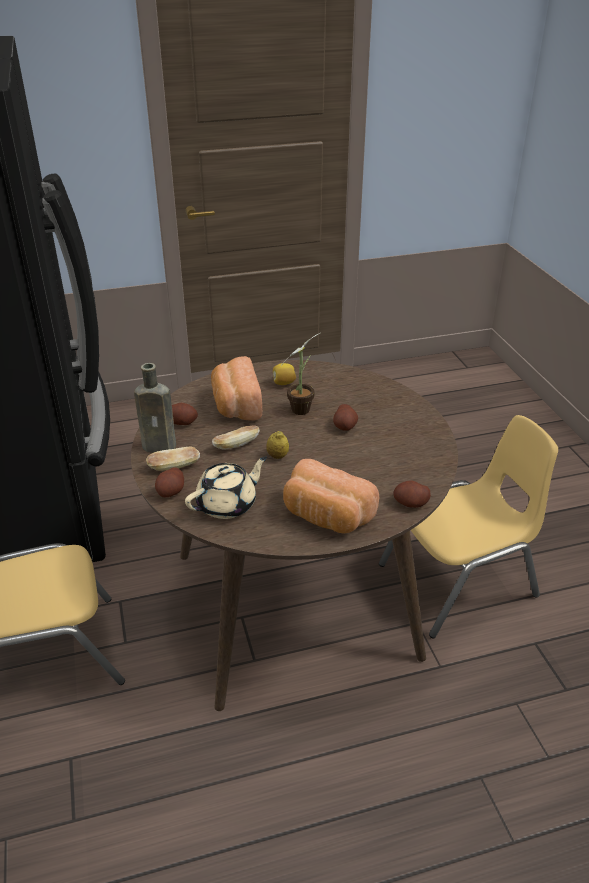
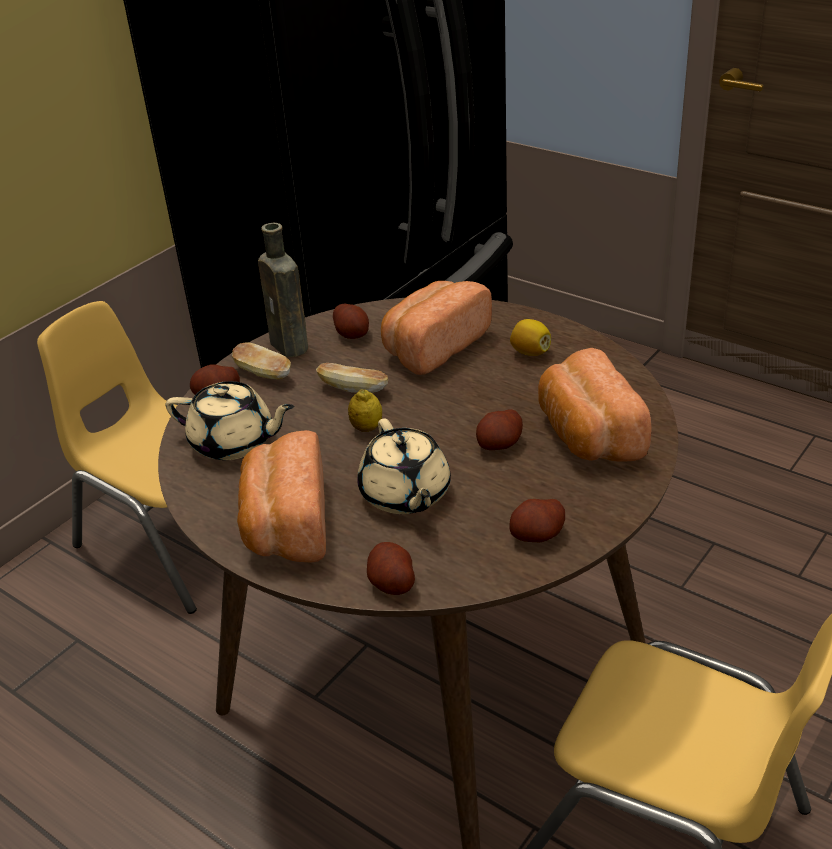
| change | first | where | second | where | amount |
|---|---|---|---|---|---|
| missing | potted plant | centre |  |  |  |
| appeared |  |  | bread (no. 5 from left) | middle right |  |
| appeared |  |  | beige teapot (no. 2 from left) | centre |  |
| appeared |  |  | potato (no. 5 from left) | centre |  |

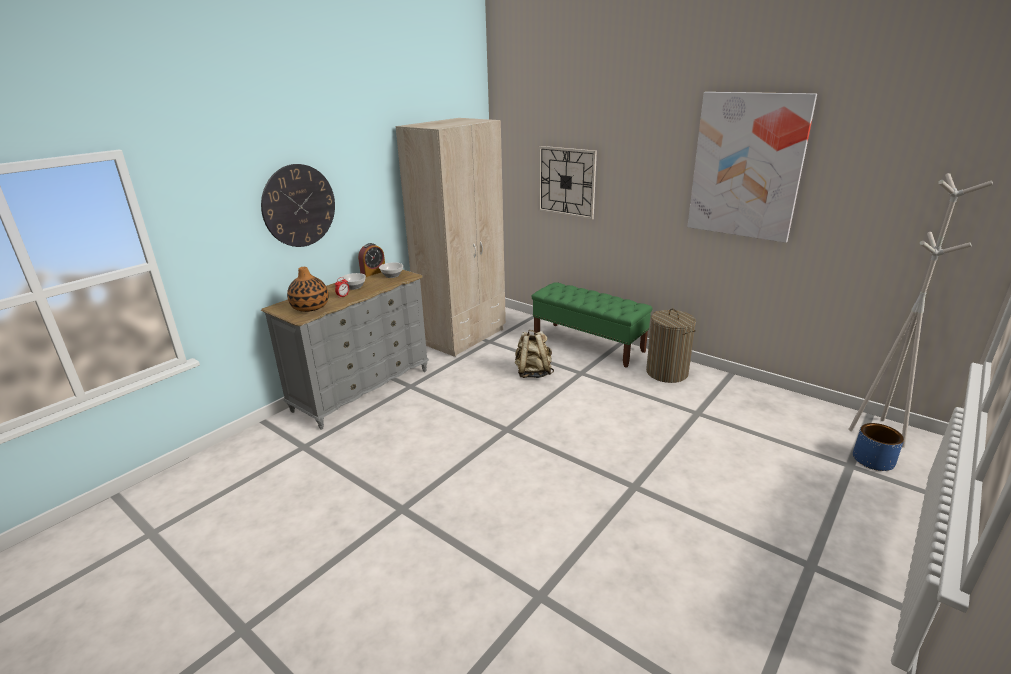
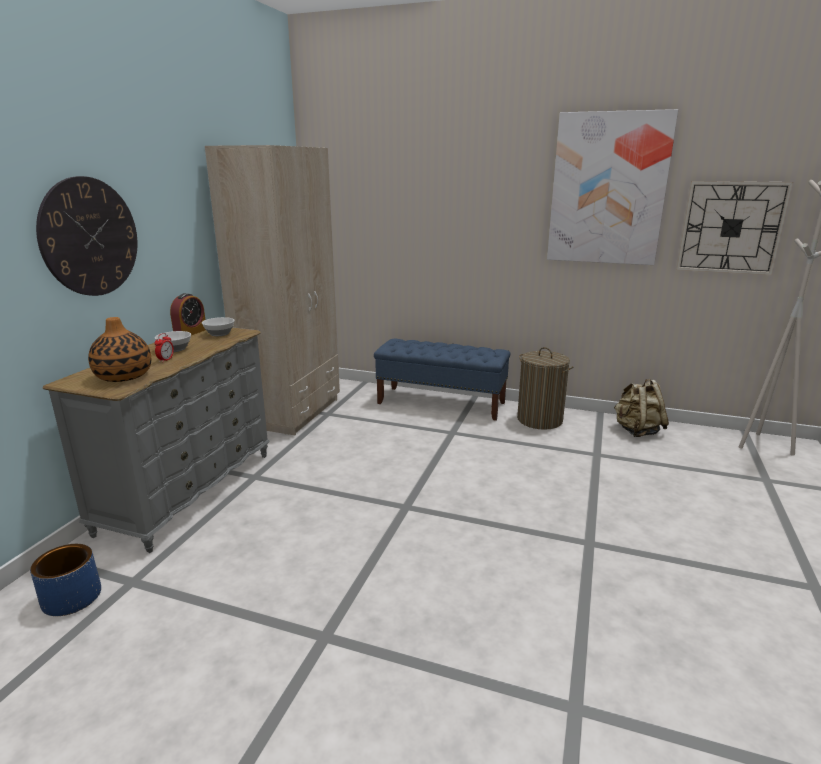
| change | first | where | second | where | amount |
|---|---|---|---|---|---|
| relocated | wall clock (no. 2 from left) | top centre |  | top right |  |
| colour | green bench | centre | blue bench | centre |  |
| relocated | beige backpack | centre |  | middle right |  |
| relocated | blue planter | middle right |  | bottom left |  |

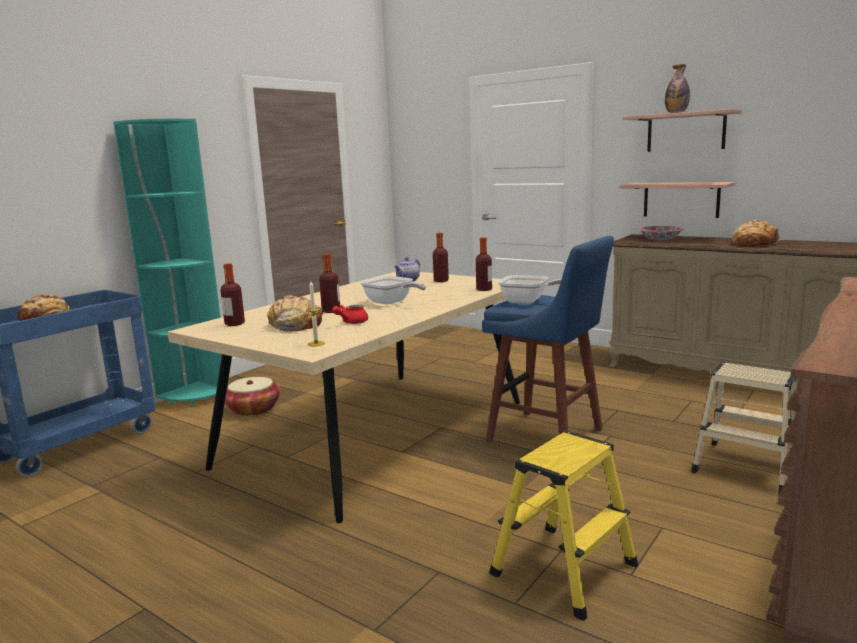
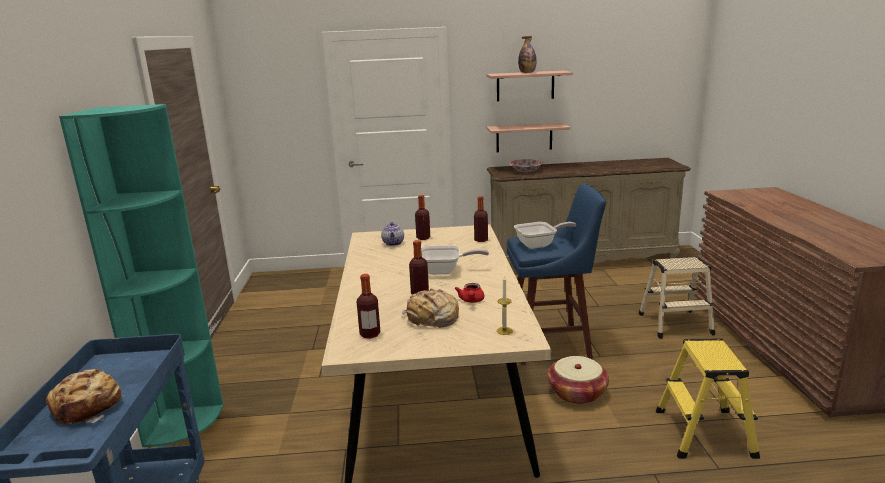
| change | first | where | second | where | amount |
|---|---|---|---|---|---|
| missing | bread (no. 3 from left) | middle right |  |  |  |
| relocated | basket | middle left |  | bottom centre |  |

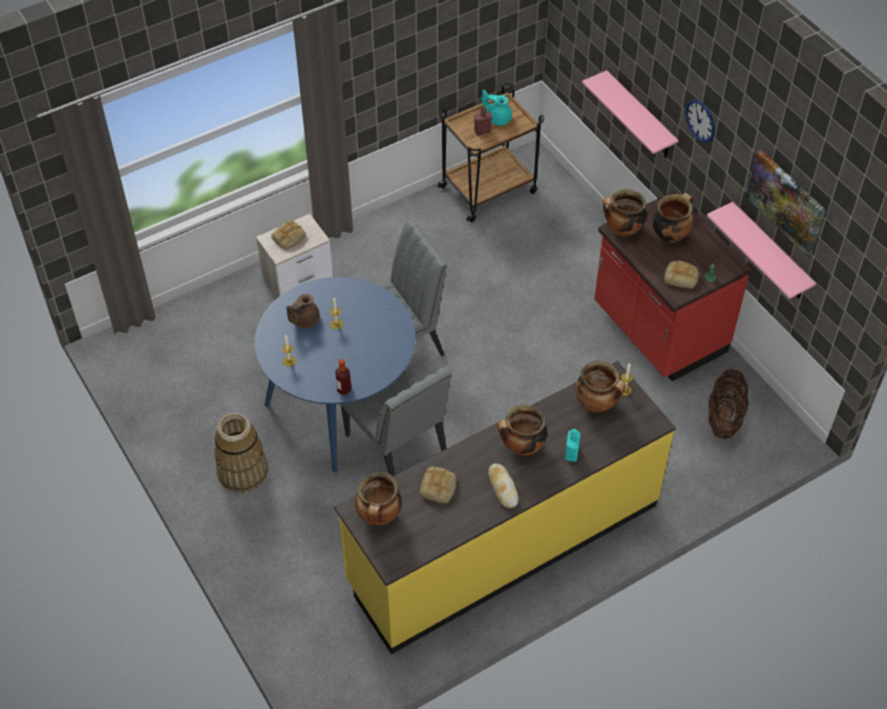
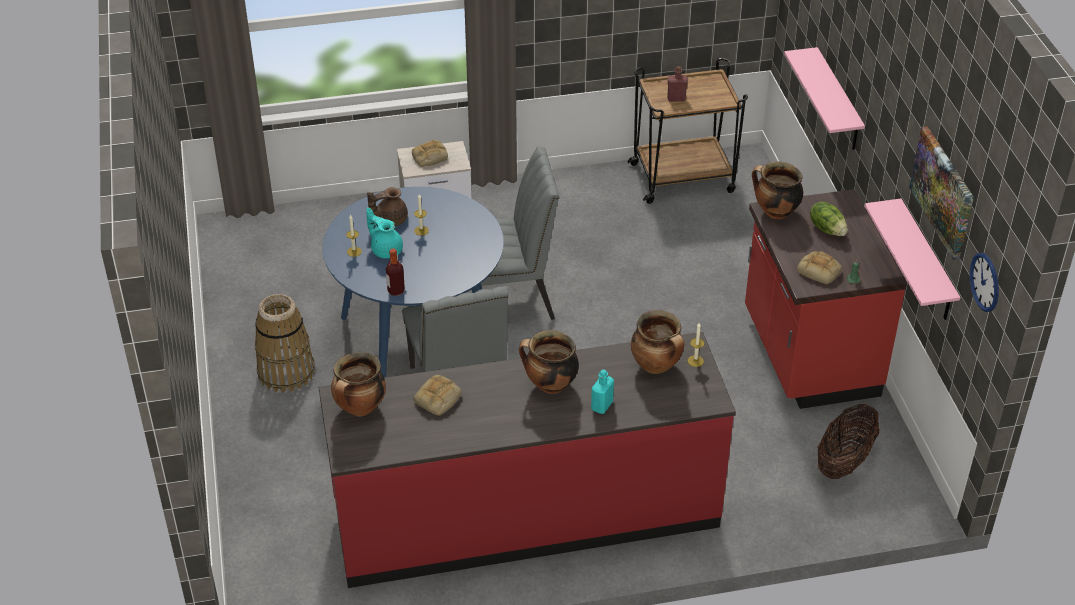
| change | first | where | second | where | amount |
|---|---|---|---|---|---|
| relocated | turquoise teapot | top centre |  | centre |  |
| relocated | wall clock | top right |  | middle right |  |
| exchanged | cooking pot (no. 5 from left) | top right | lettuce | middle right |  |
| colour | yellow counter | bottom centre | red counter (no. 1 from left) | bottom centre |  |
| missing | bread (no. 3 from left) | bottom centre |  |  |  |

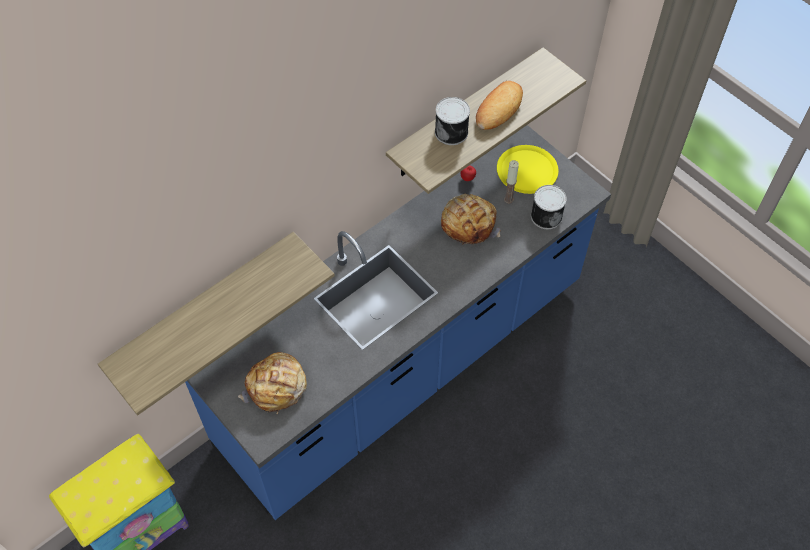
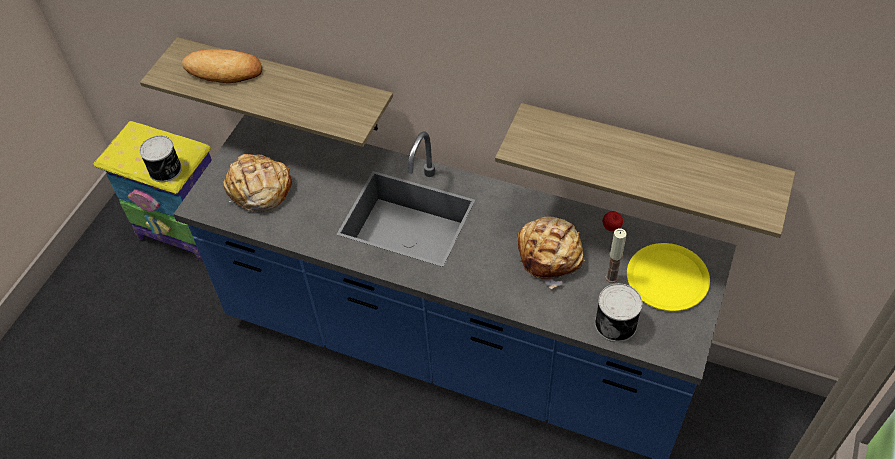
| change | first | where | second | where | amount |
|---|---|---|---|---|---|
| relocated | bread (no. 3 from left in the first image) | top centre | bread (no. 1 from left) | top left |  |
| relocated | can (no. 1 from left) | top centre |  | middle left |  |

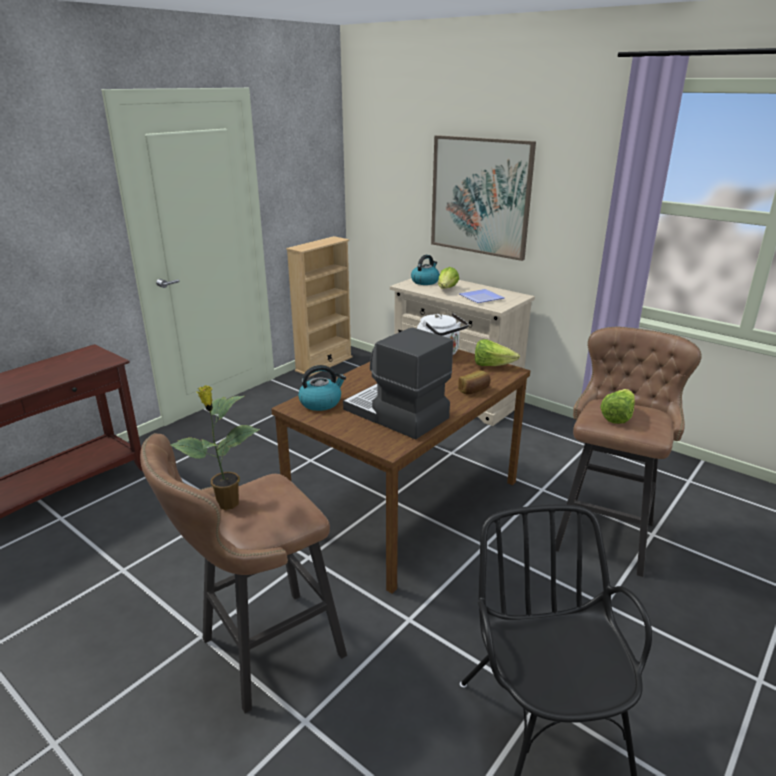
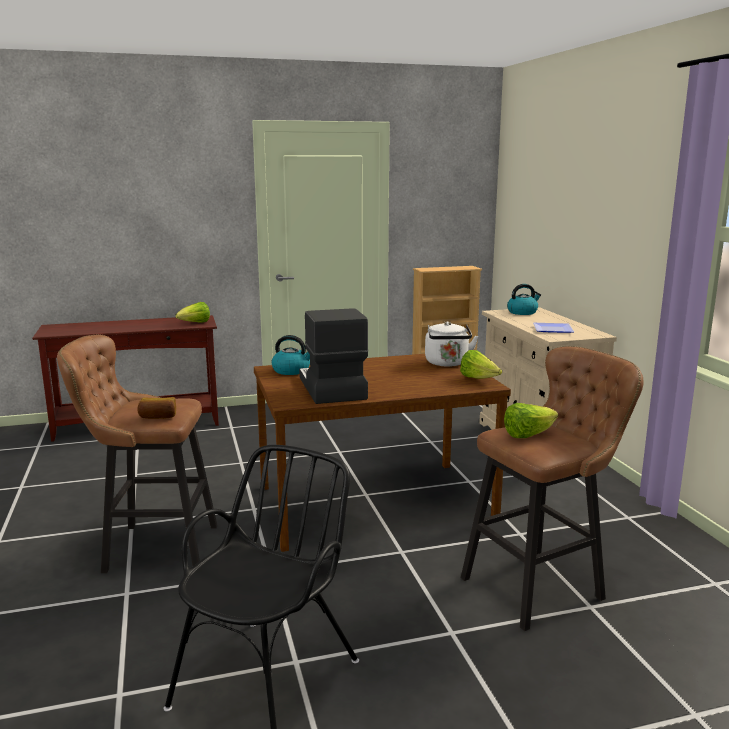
| change | first | where | second | where | amount |
|---|---|---|---|---|---|
| missing | picture | top centre |  |  |  |
| relocated | lettuce (no. 1 from left) | centre |  | middle left |  |
| relocated | bread | centre |  | middle left |  |
| missing | potted plant | middle left |  |  |  |

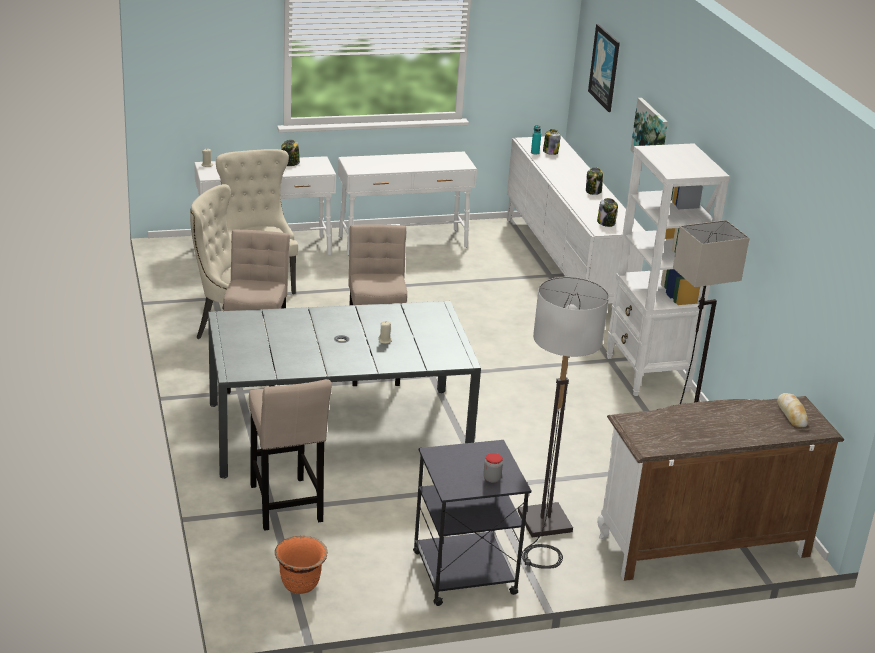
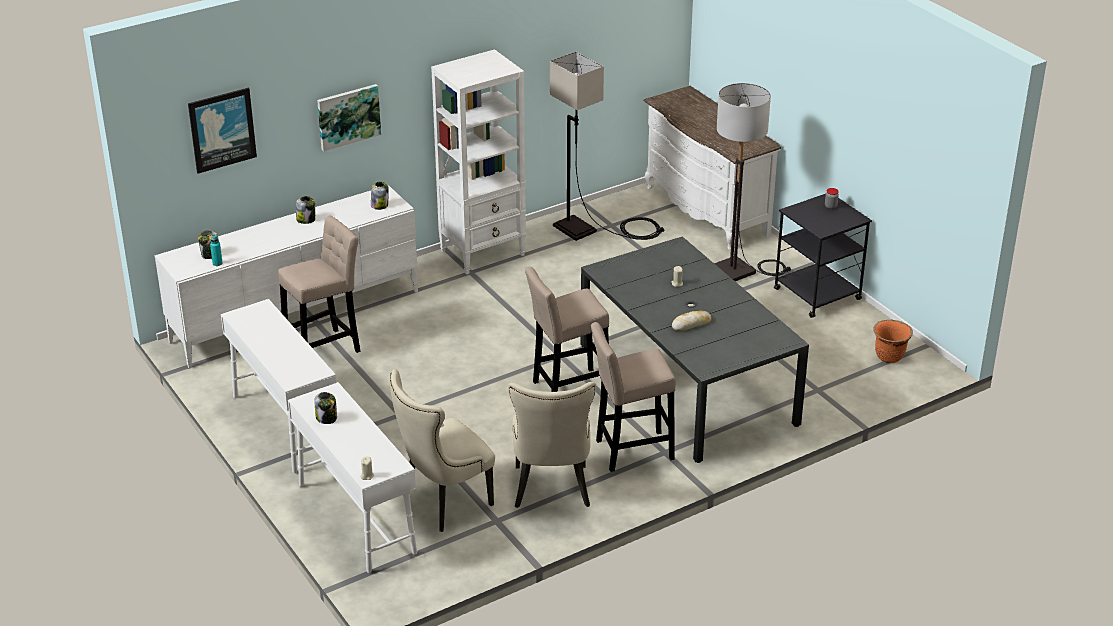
| change | first | where | second | where | amount |
|---|---|---|---|---|---|
| relocated | beige stool (no. 2 from left in the first image) | bottom left | beige stool (no. 1 from left) | middle left |  |
| relocated | bread | middle right |  | centre |  |

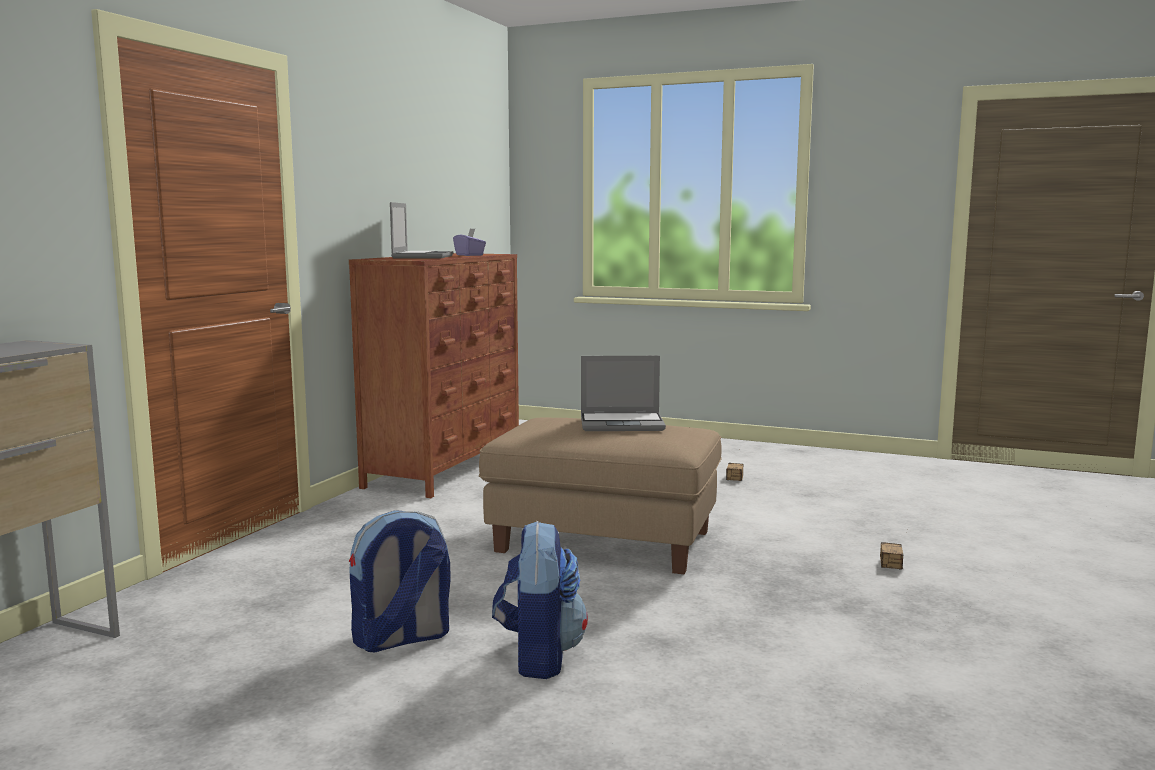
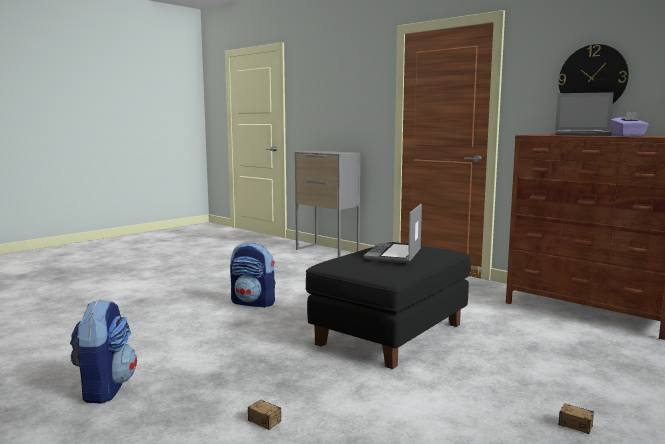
| change | first | where | second | where | amount |
|---|---|---|---|---|---|
| colour | beige ottoman | centre | black ottoman | bottom centre |  |
| relocated | backpack (no. 1 from left) | bottom centre |  | bottom left |  |
| appeared |  |  | wall clock | top right |  |

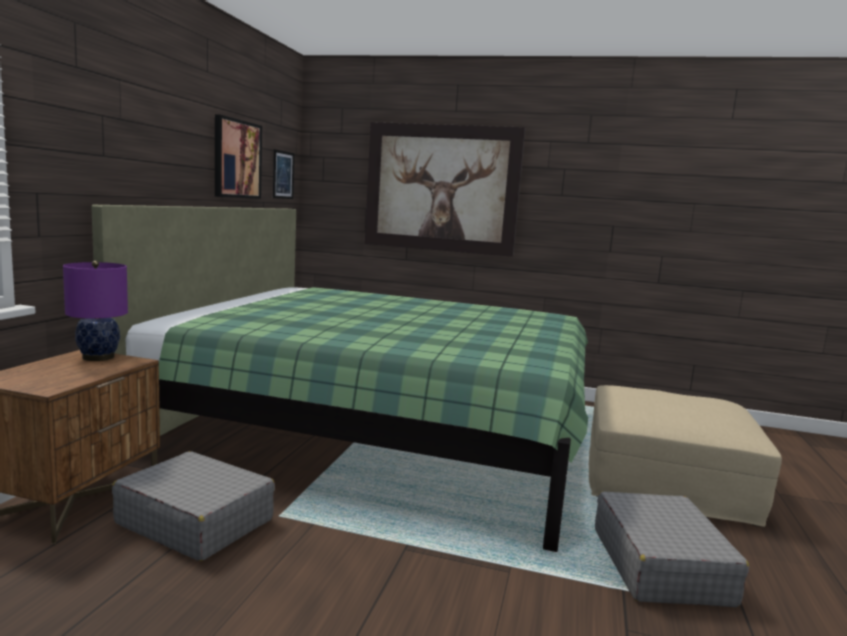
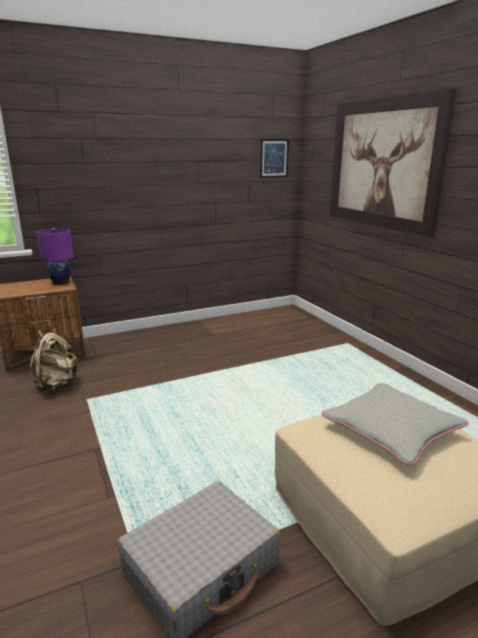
| change | first | where | second | where | amount |
|---|---|---|---|---|---|
| missing | picture (no. 1 from left) | top left |  |  |  |
| missing | green bed | centre |  |  |  |
| exchanged | grey suitcase (no. 1 from left) | bottom left | beige backpack | middle left |  |
| appeared |  |  | grey pillow | middle right |  |

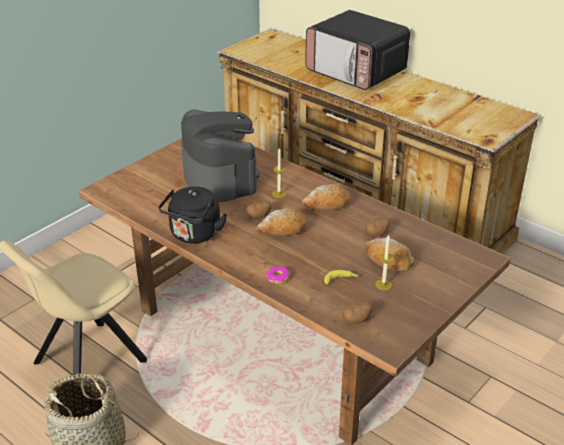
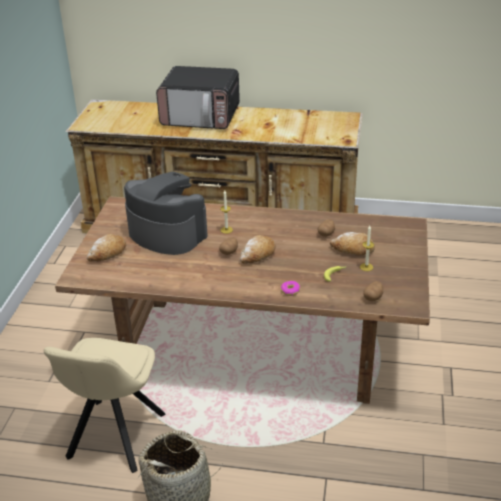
| change | first | where | second | where | amount |
|---|---|---|---|---|---|
| relocated | bread (no. 2 from left in the first image) | centre | bread (no. 1 from left) | middle left |  |
| missing | black kettle | centre |  |  |  |

